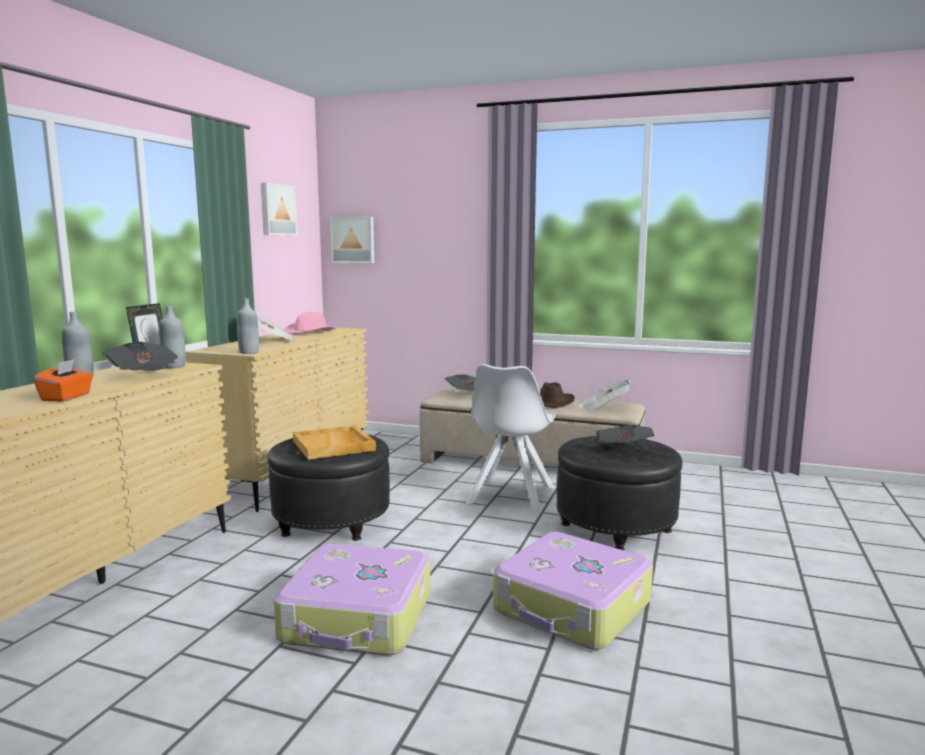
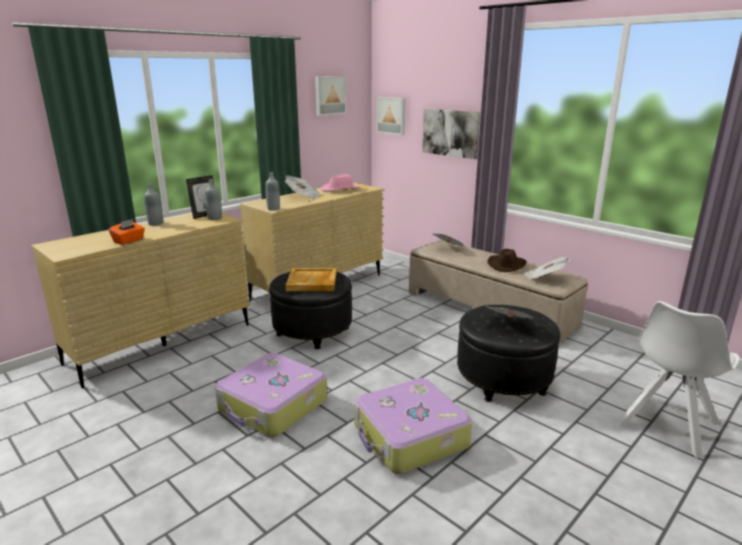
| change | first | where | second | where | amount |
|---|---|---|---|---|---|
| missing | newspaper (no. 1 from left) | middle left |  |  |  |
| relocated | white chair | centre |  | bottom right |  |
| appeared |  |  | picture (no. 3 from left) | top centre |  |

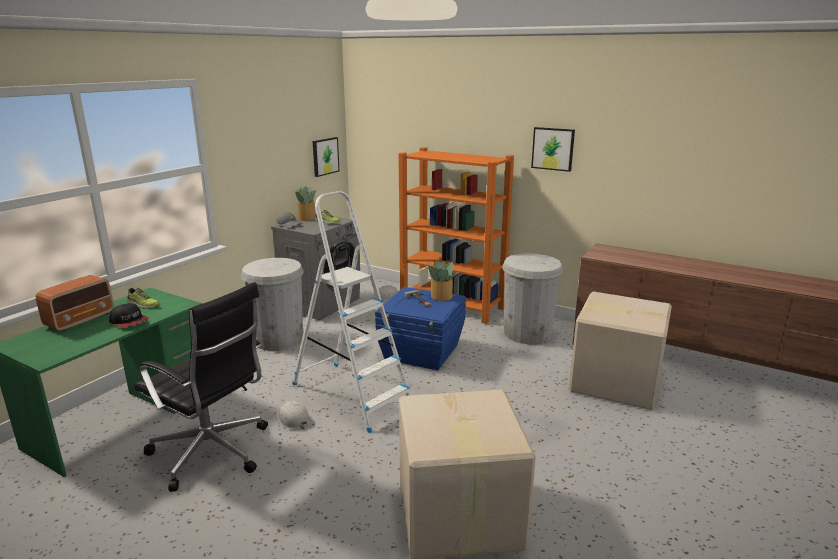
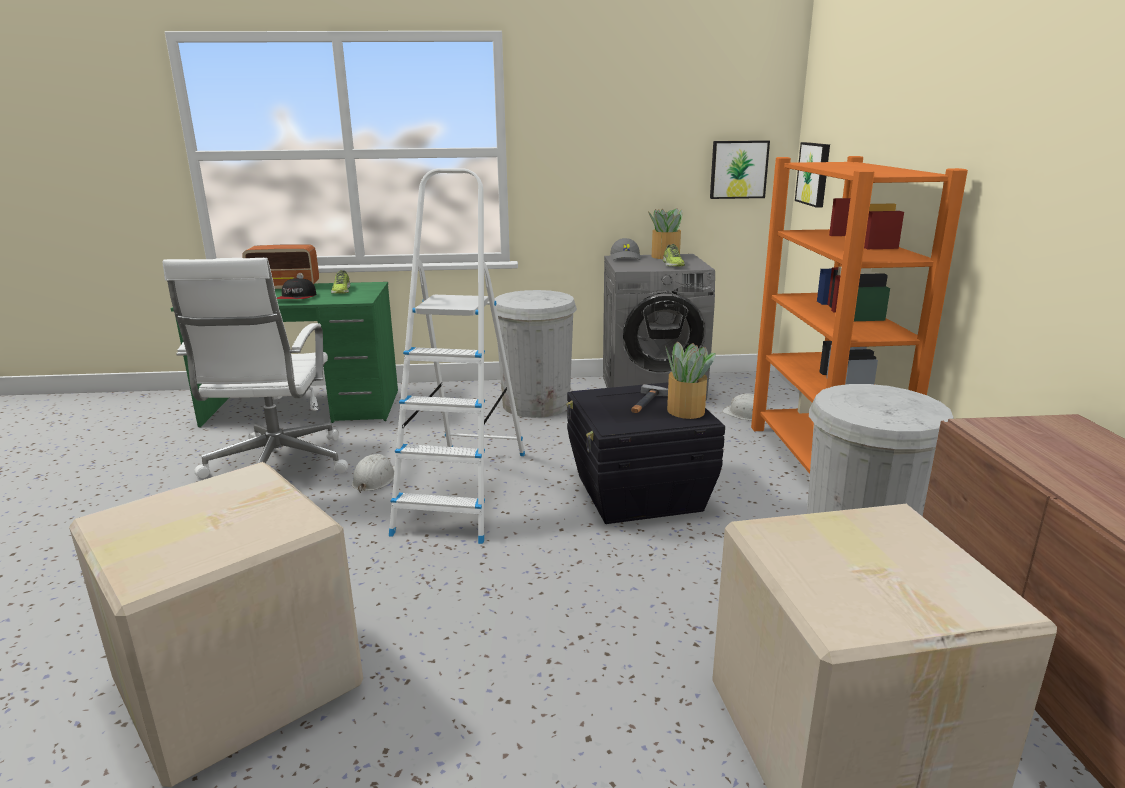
| change | first | where | second | where | amount |
|---|---|---|---|---|---|
| relocated | picture (no. 2 from left) | top centre |  | top right |  |
| colour | black office chair | bottom left | white office chair | middle left |  |
| colour | blue storage box | centre | black storage box | centre |  |

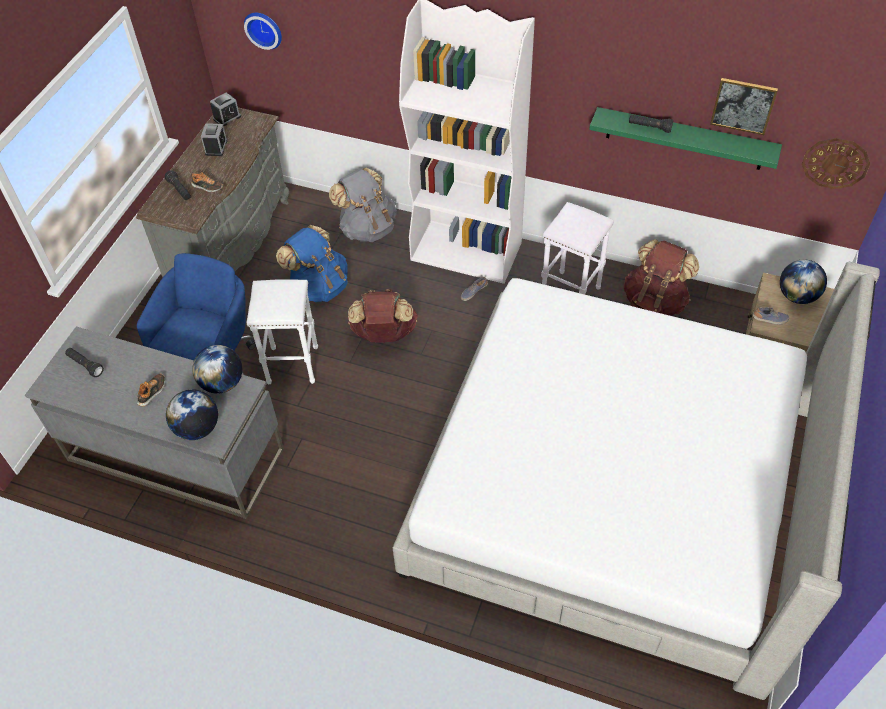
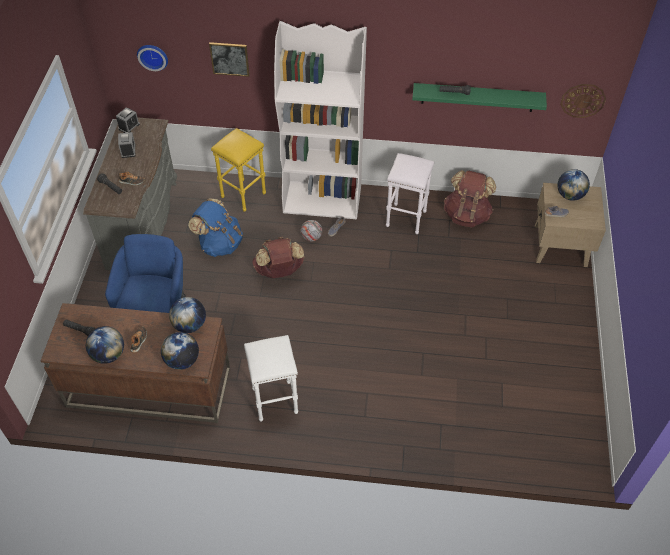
| change | first | where | second | where | amount |
|---|---|---|---|---|---|
| relocated | picture | top right |  | top centre |  |
| exchanged | grey backpack | top centre | yellow stool | top centre |  |
| missing | bed | bottom right |  |  |  |
| relocated | white stool (no. 1 from left) | middle left |  | bottom centre |  |
| colour | grey desk | middle left | brown desk | middle left |  |
| appeared |  |  | football | centre |  |
| appeared |  |  | globe (no. 1 from left) | middle left |  |

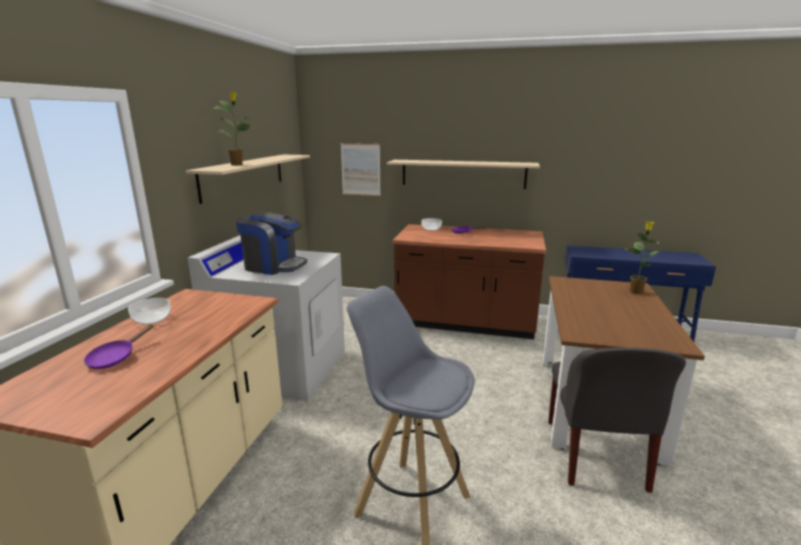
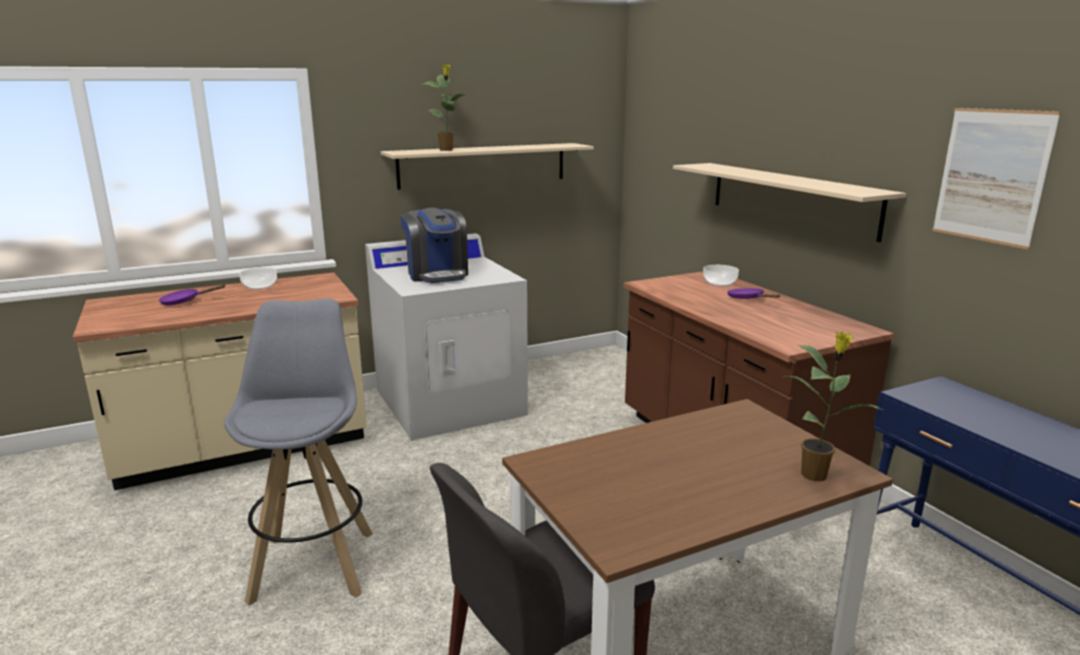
| change | first | where | second | where | amount |
|---|---|---|---|---|---|
| relocated | picture | top centre |  | top right |  |

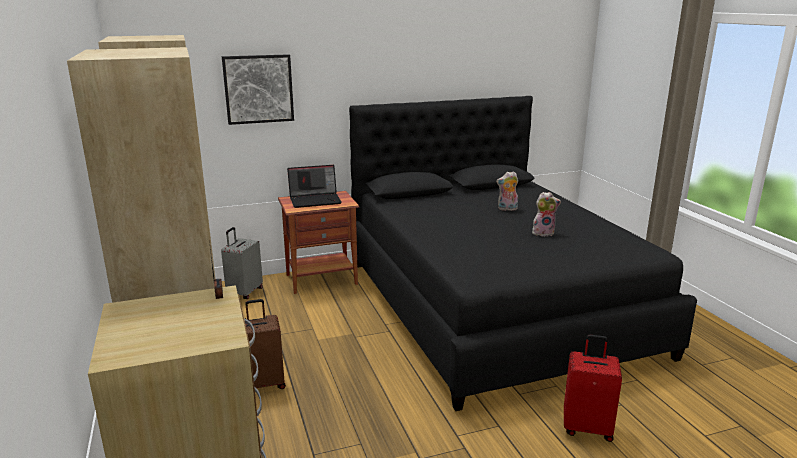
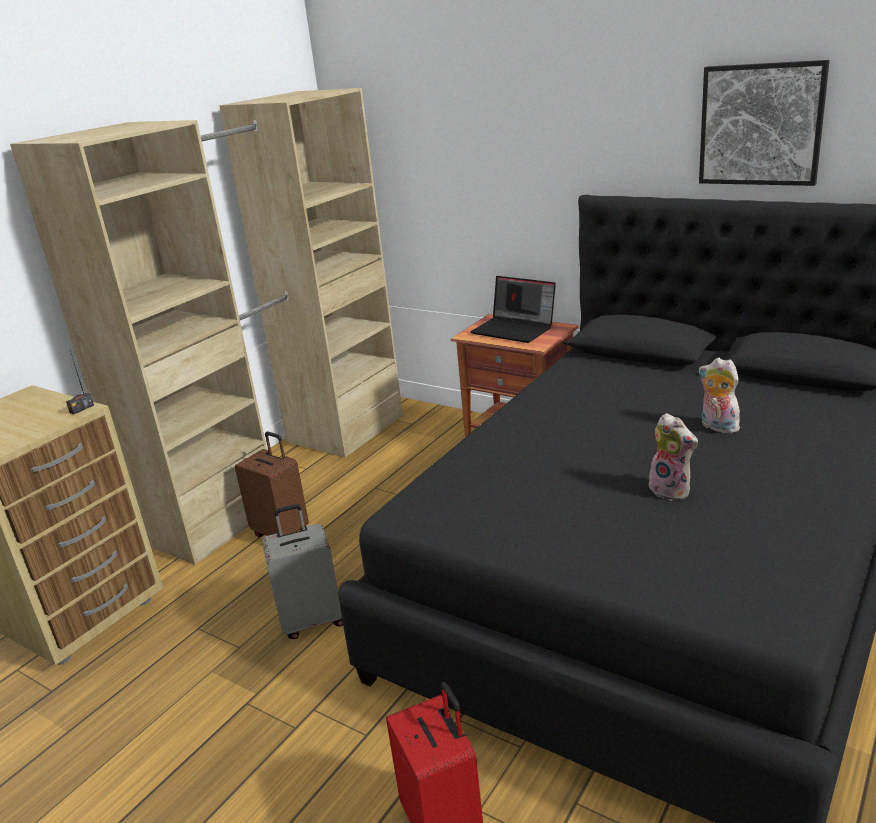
| change | first | where | second | where | amount |
|---|---|---|---|---|---|
| relocated | picture | top left |  | top right |  |
| relocated | grey suitcase | middle left |  | bottom centre |  |

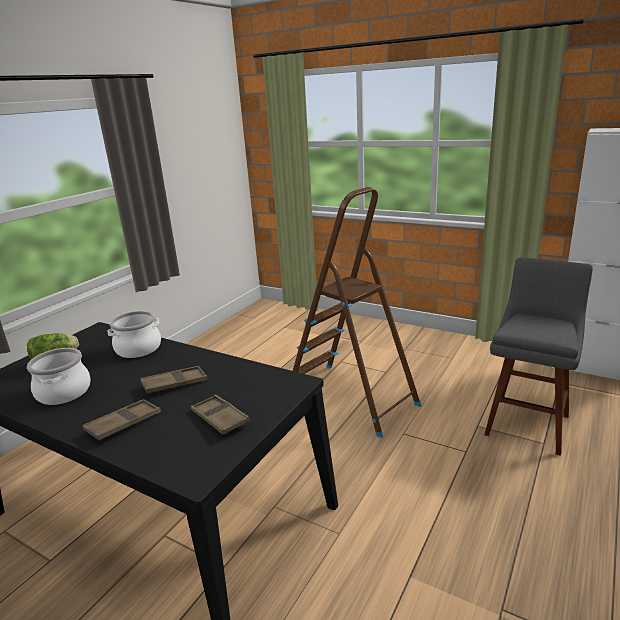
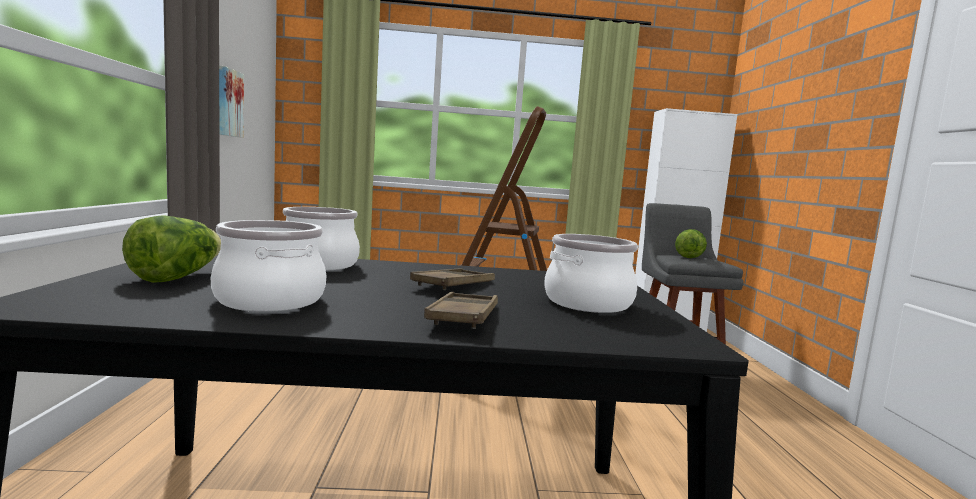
| change | first | where | second | where | amount |
|---|---|---|---|---|---|
| exchanged | brown tray (no. 3 from left) | bottom centre | cooking pot (no. 3 from left) | centre |  |
| appeared |  |  | picture | top left |  |
| appeared |  |  | lettuce (no. 2 from left) | middle right |  |

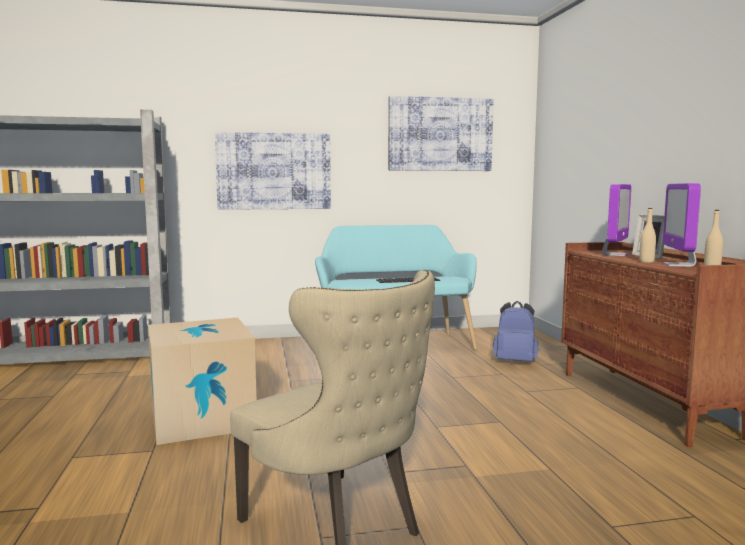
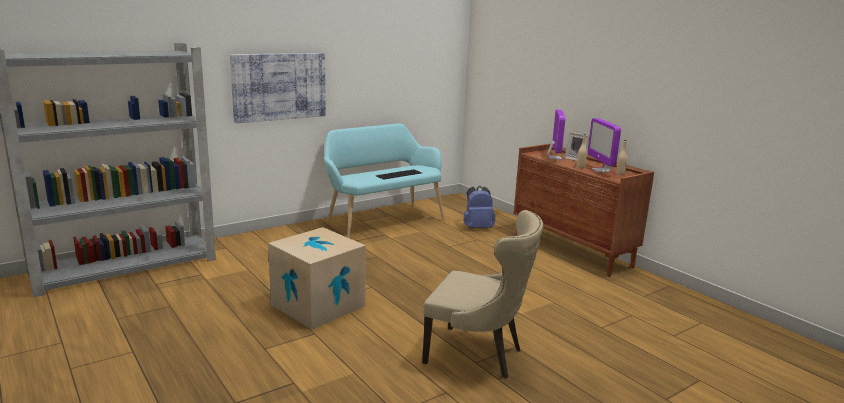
| change | first | where | second | where | amount |
|---|---|---|---|---|---|
| missing | picture (no. 2 from left) | top centre |  |  |  |

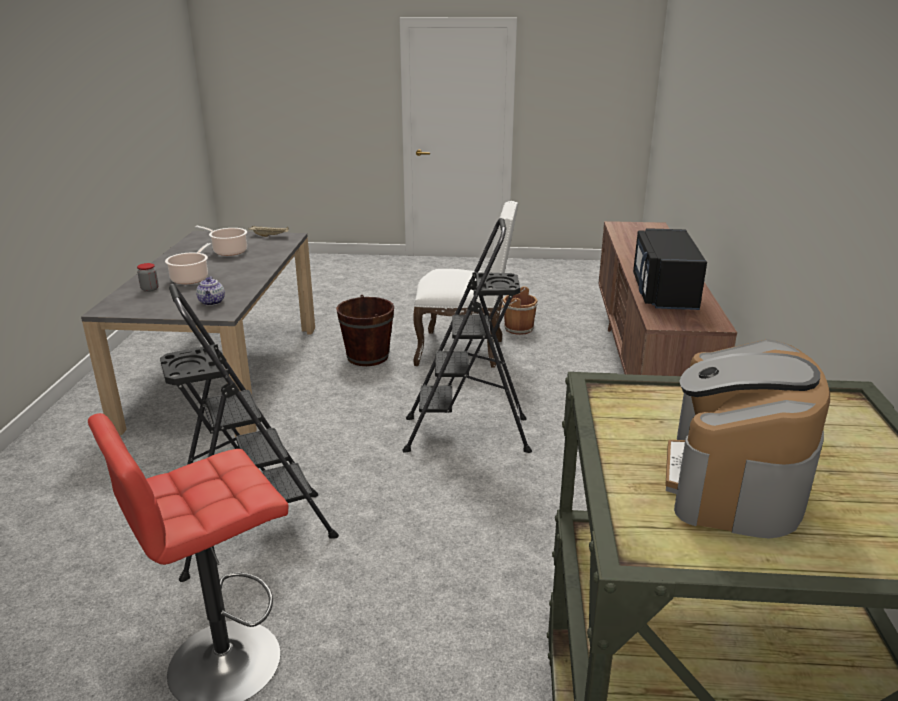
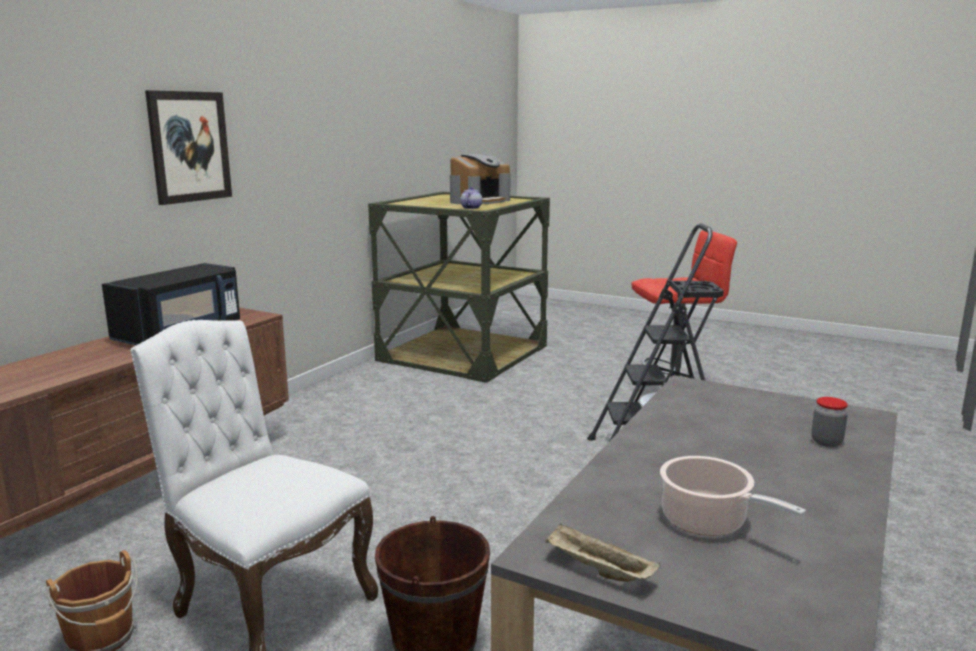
| change | first | where | second | where | amount |
|---|---|---|---|---|---|
| missing | step ladder (no. 2 from left) | centre |  |  |  |
| missing | cooking pot (no. 1 from left) | middle left |  |  |  |
| relocated | teapot | middle left |  | top centre |  |
| appeared |  |  | picture | top left |  |

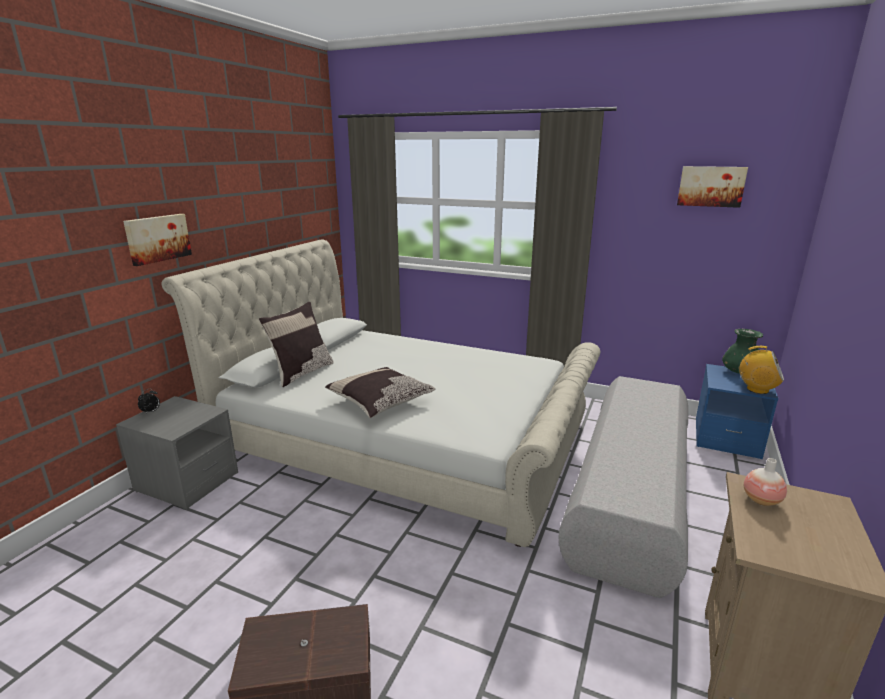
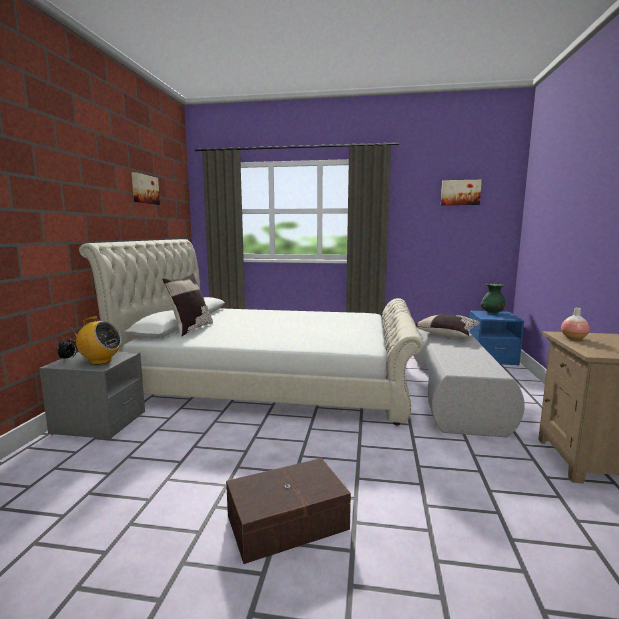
| change | first | where | second | where | amount |
|---|---|---|---|---|---|
| relocated | picture (no. 1 from left) | middle left |  | top left |  |
| relocated | radio | middle right |  | middle left |  |
| relocated | pillow (no. 2 from left) | centre |  | middle right |  |

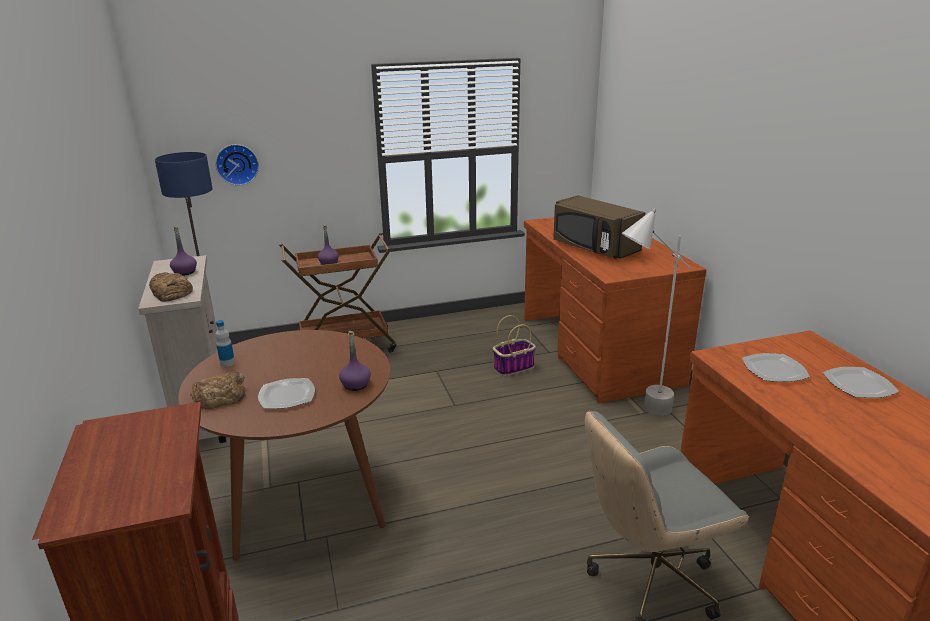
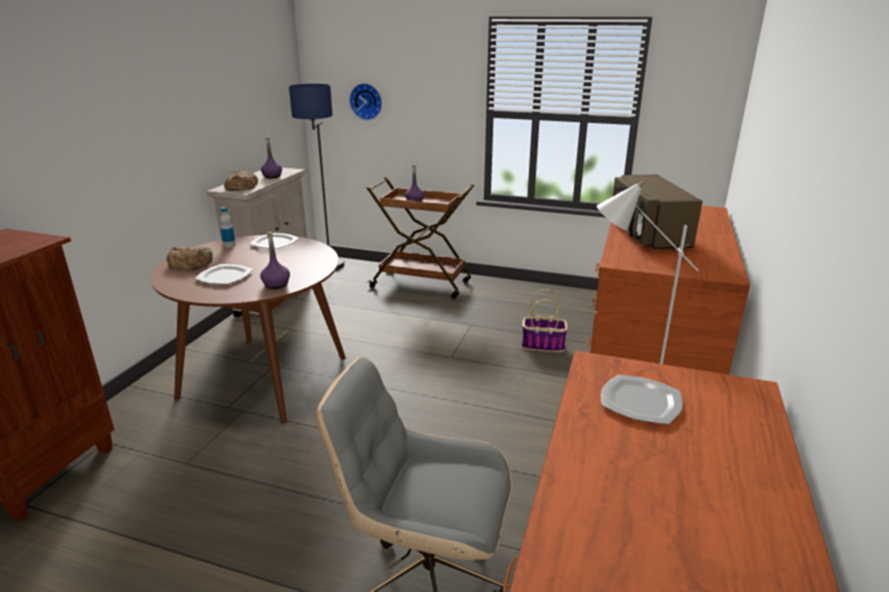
| change | first | where | second | where | amount |
|---|---|---|---|---|---|
| relocated | plate (no. 3 from left in the first image) | middle right | plate (no. 2 from left) | middle left |  |

